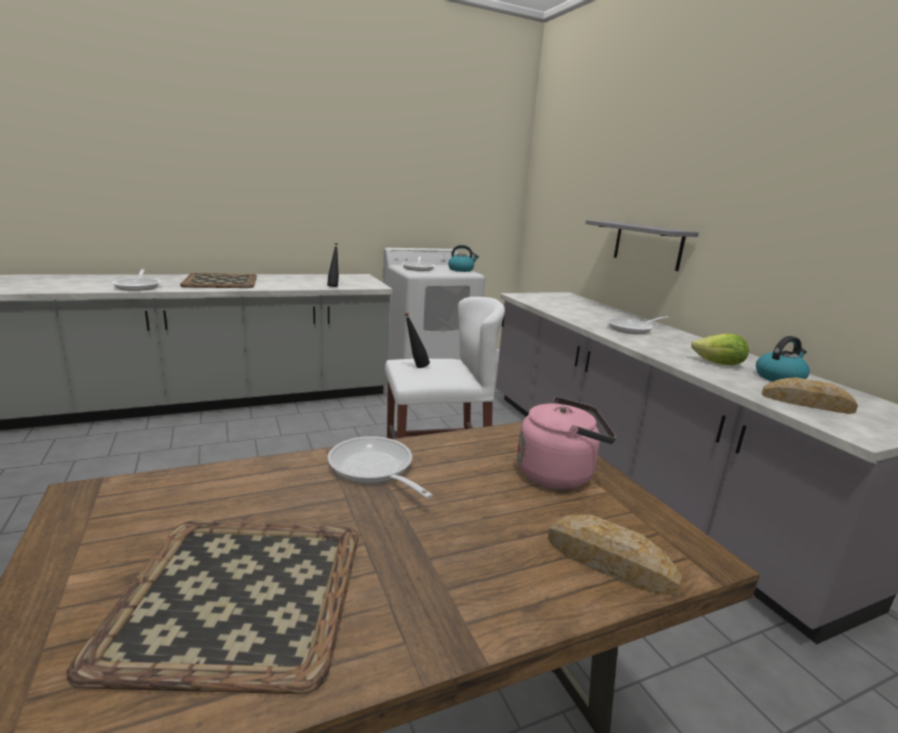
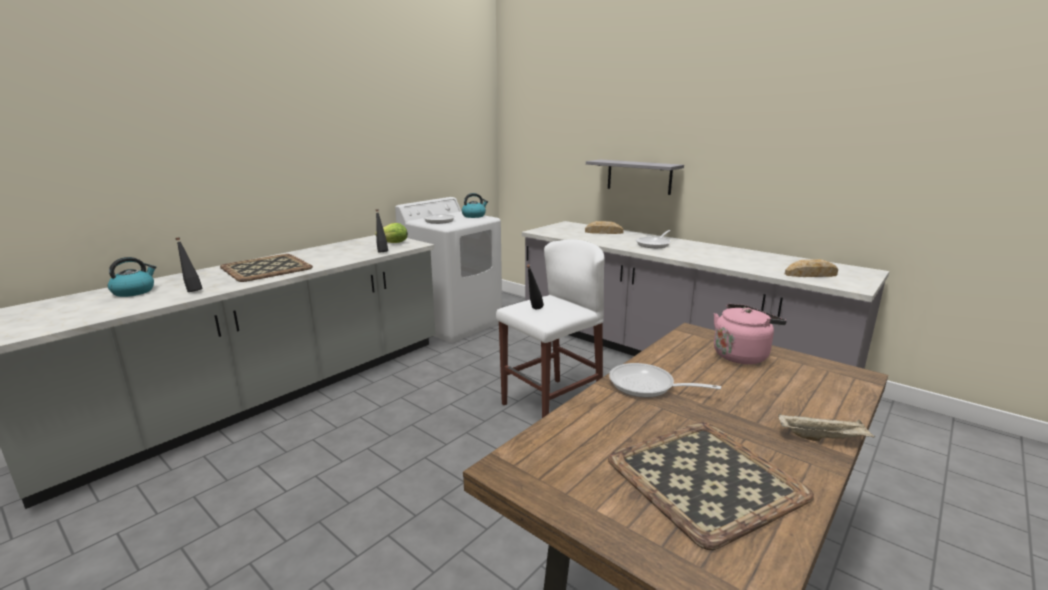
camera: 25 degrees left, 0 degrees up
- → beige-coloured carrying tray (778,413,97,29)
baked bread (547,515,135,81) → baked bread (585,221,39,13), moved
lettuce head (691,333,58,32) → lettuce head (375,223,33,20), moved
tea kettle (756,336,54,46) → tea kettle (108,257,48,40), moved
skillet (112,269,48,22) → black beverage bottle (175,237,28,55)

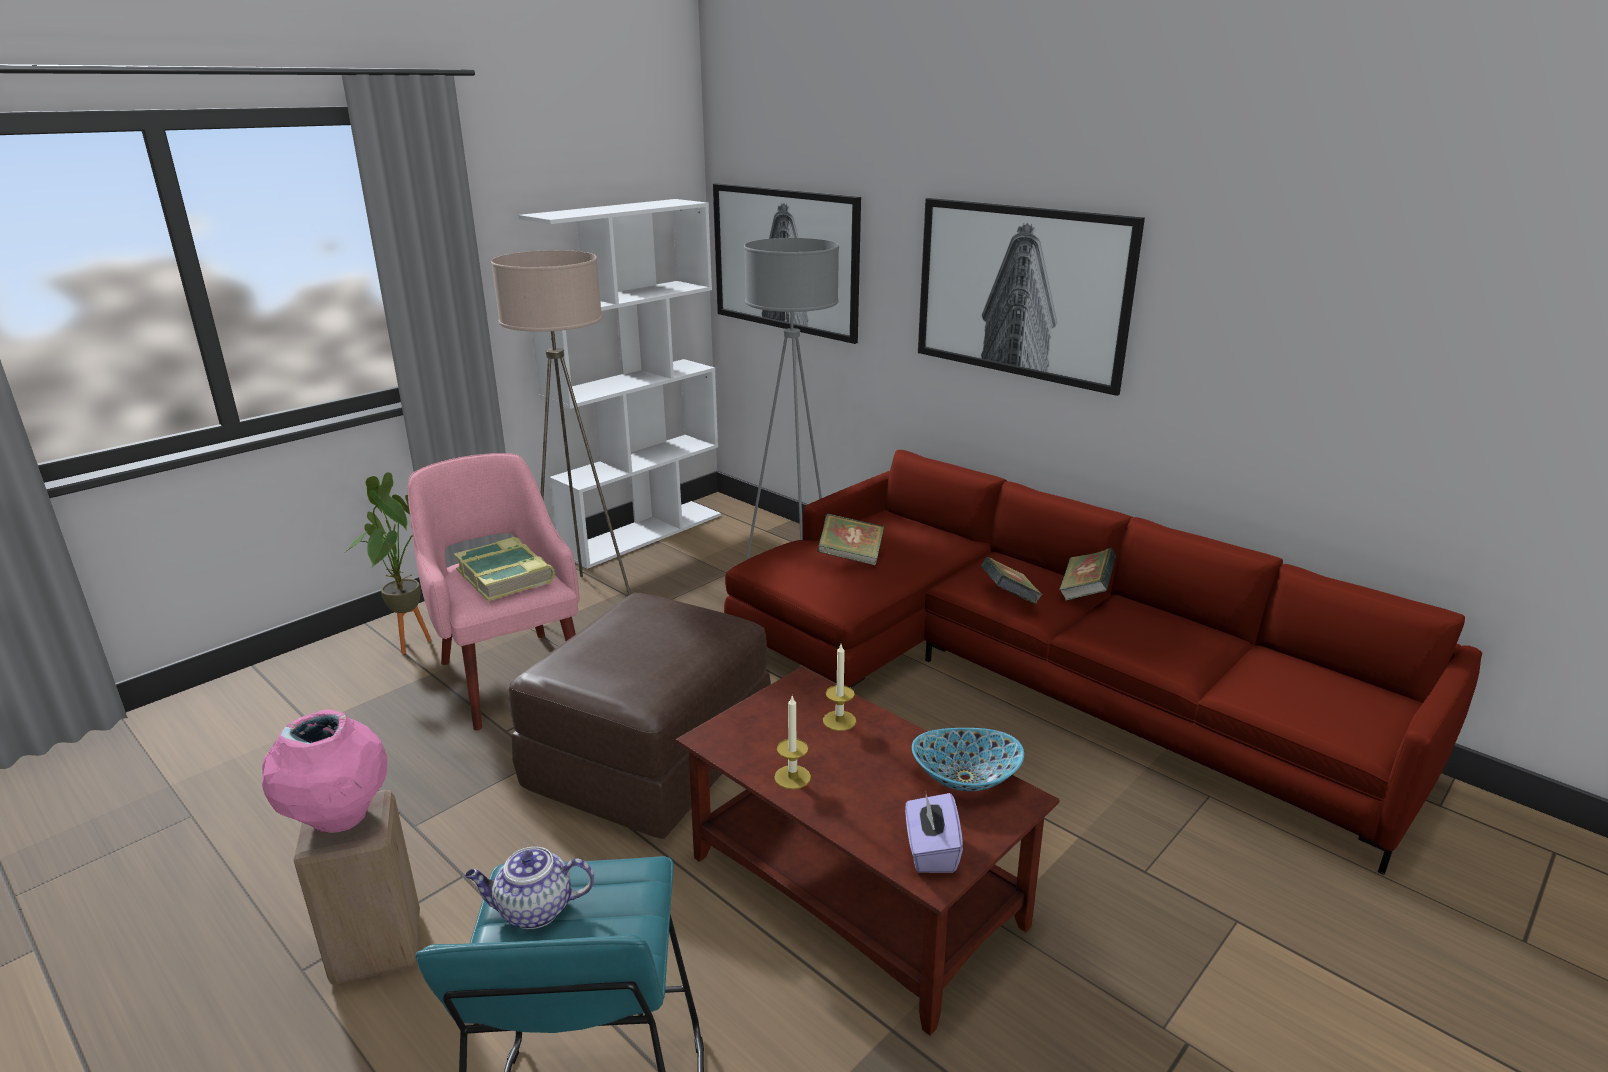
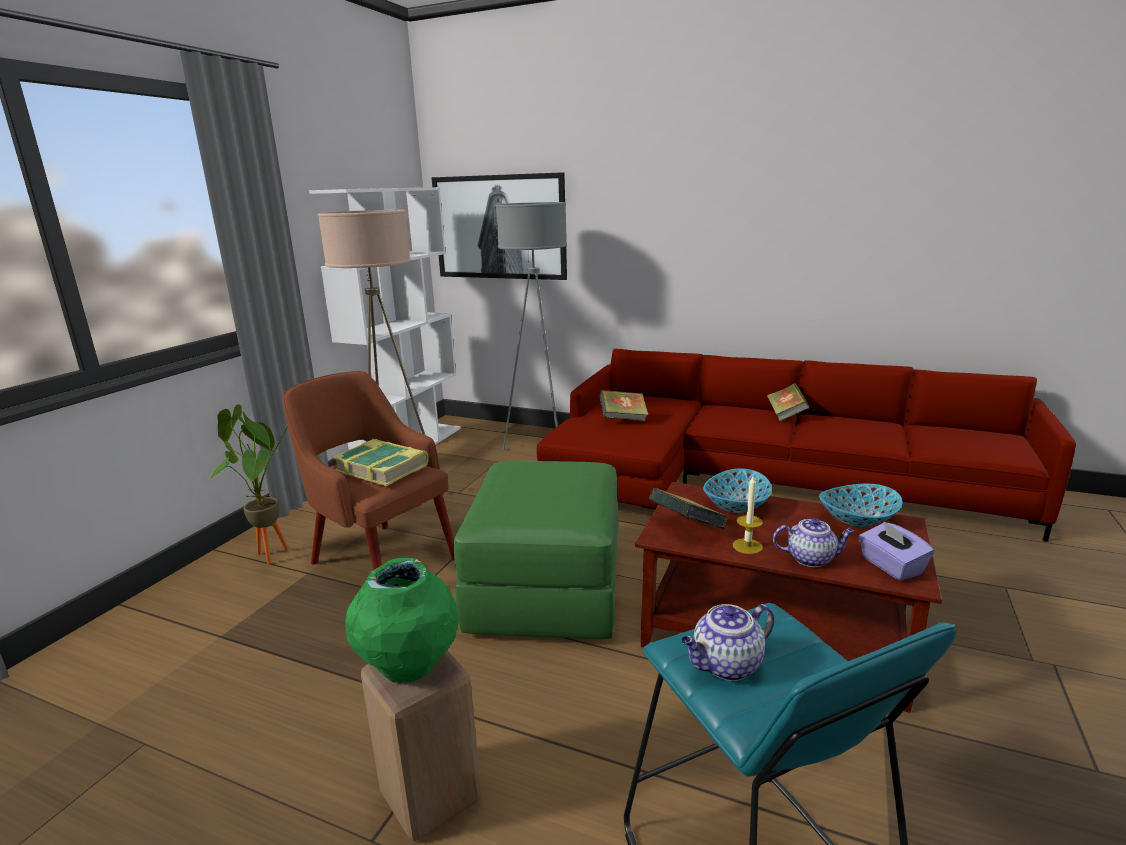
camera: 20 degrees left, 5 degrees down
wall art (918,198,227,198) → -
- → tea pot (773,518,82,49)
bound book (981,557,62,48) → bound book (649,488,80,41), moved
wax candle (823,644,33,87) → bowl (703,468,69,45)
pinkish decorative vase (262,709,125,124) → greenish decorative vase (345,558,114,125)
pinkish armchair (408,453,172,277) → brownish armchair (282,371,173,199)
brownish footrest (509,593,262,246) → greenish footrest (454,461,165,178)

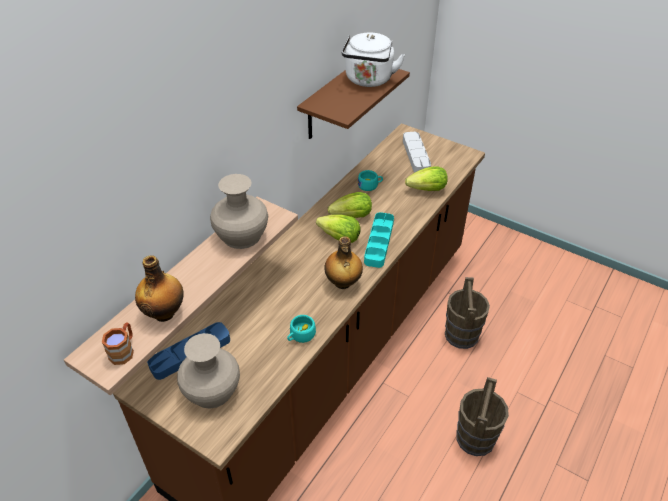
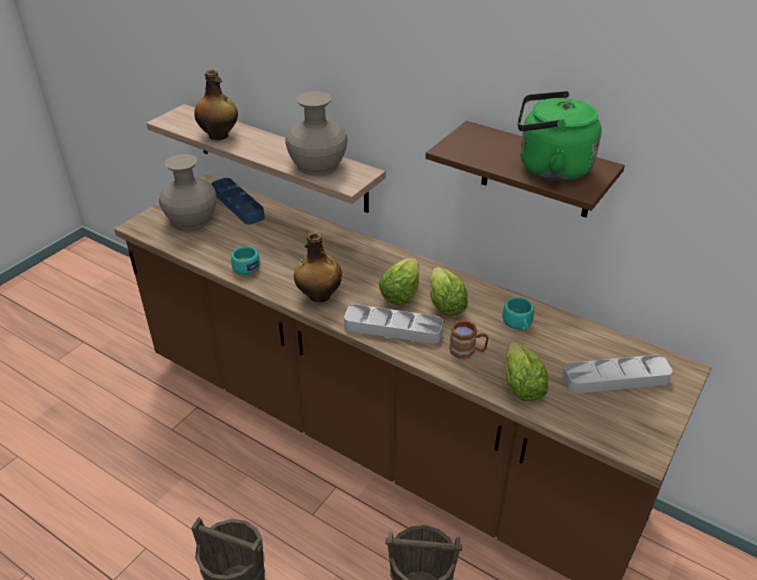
camera: 90 degrees right, 5 degrees down
brownish tea mug (102,322,32,43) → brownish tea mug (449,320,39,39), moved
white tea kettle (342,33,63,54) → greenish tea kettle (518,91,84,90)
turquoise carrying tray (364,212,30,56) → greyish carrying tray (344,304,99,40)

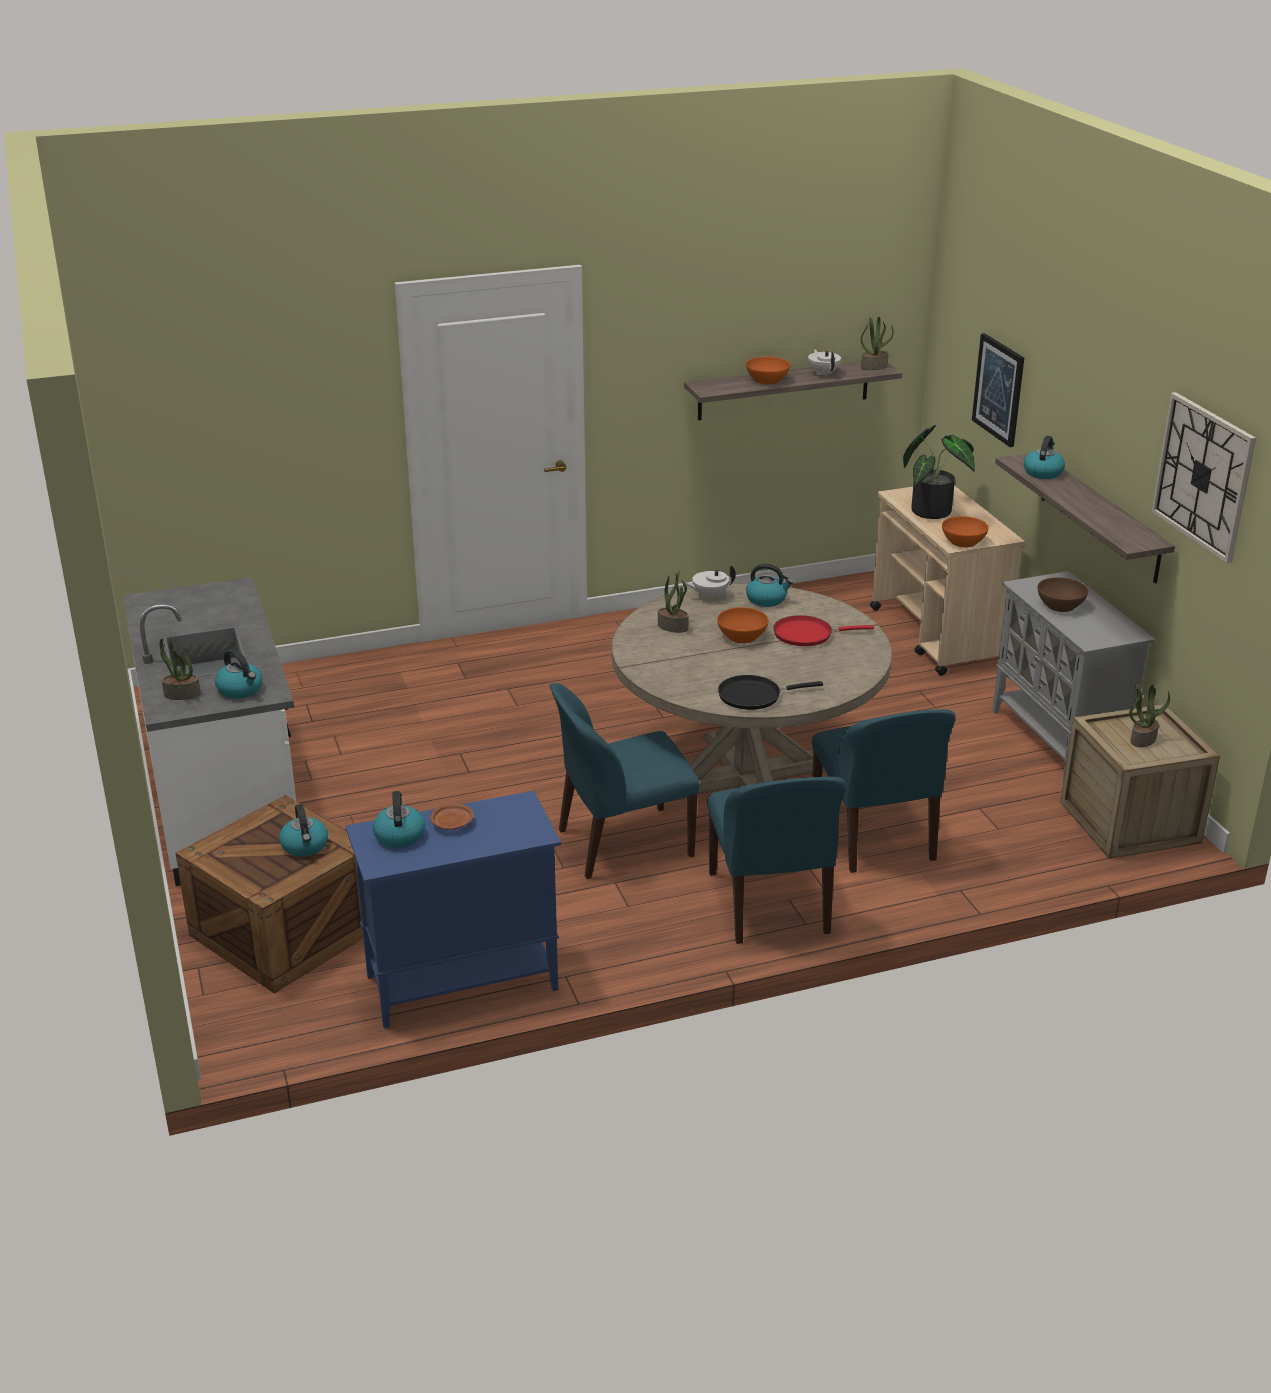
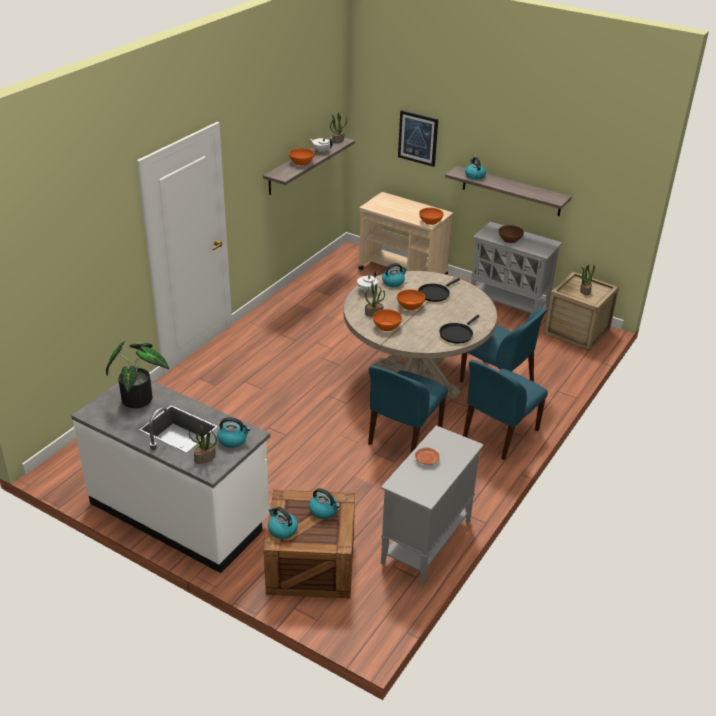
camera: 40 degrees left, 5 degrees up
hanging clock (1151,392,105,171) → -
- → orange bowl (373,309,29,22)
tea kettle (373,791,52,57) → tea kettle (268,507,30,32), moved
houseplant (903,425,72,94) → houseplant (106,341,63,67), moved
blue-coloured storage cabinet (346,791,215,238) → greyish storage cabinet (381,425,103,159)
red skillet (773,615,101,31) → black skillet (418,278,42,24)
blue-coloured chair (707,777,139,167) → blue-coloured chair (463,360,85,100), 90 degrees clockwise

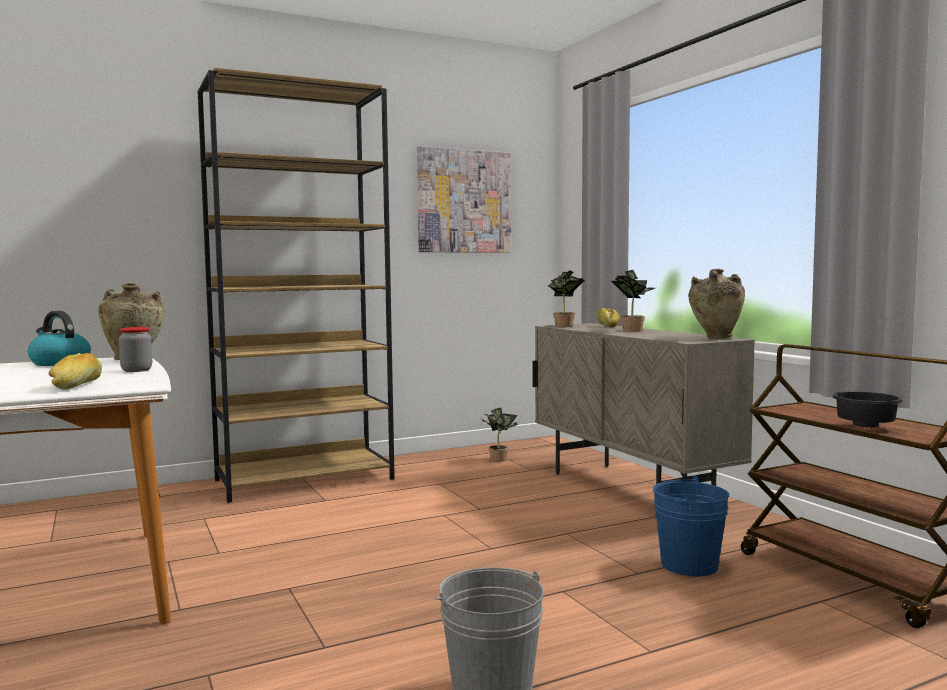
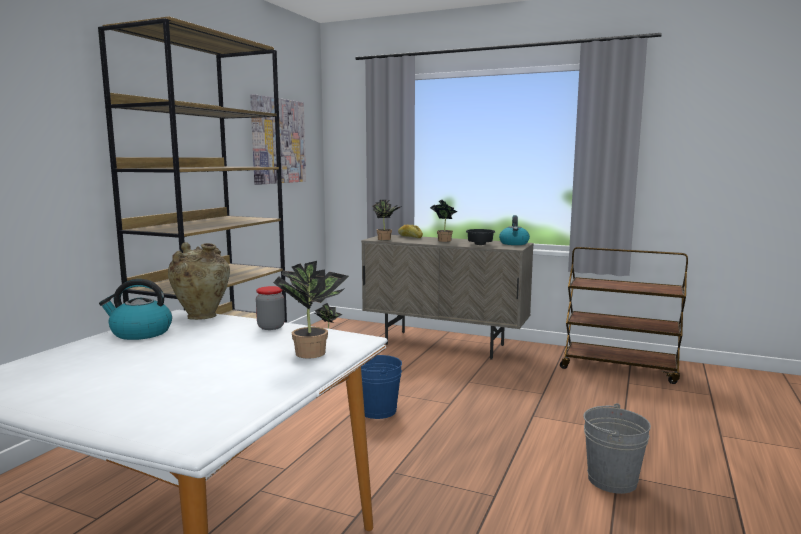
camera: 40 degrees left, 5 degrees up
blue-coloured bucket (653,476,76,101) → blue-coloured bucket (361,355,41,64), moved
black bowl (832,391,71,36) → black bowl (466,229,29,16), moved
baked bread (48,353,54,37) → houseplant (273,261,76,97)
beige-coloured decorative vase (688,269,57,70) → tea kettle (499,215,31,30)

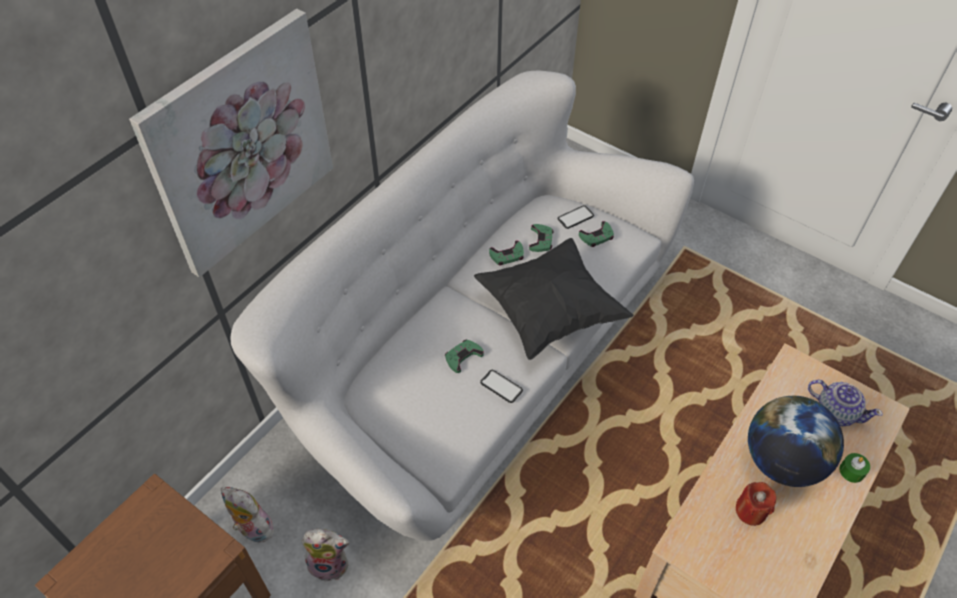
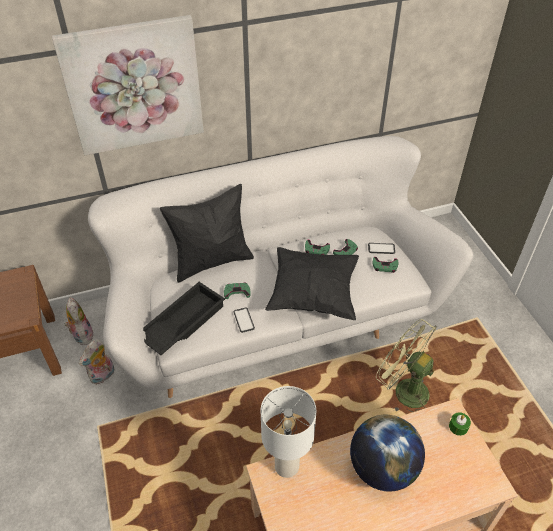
camera: 35 degrees right, 5 degrees down
red wax candle (736,482,40,44) → -
tea pot (808,380,75,46) → -
- → black carrying tray (143,282,82,73)
- → black pillow (160,184,94,99)
- → white table lamp (260,386,56,92)
- → greenish cooling fan (376,319,61,93)
greenish wax candle (839,453,31,30) → greenish wax candle (449,412,22,24), moved
soft toy (301,529,48,53) → soft toy (79,340,36,45), 90 degrees clockwise

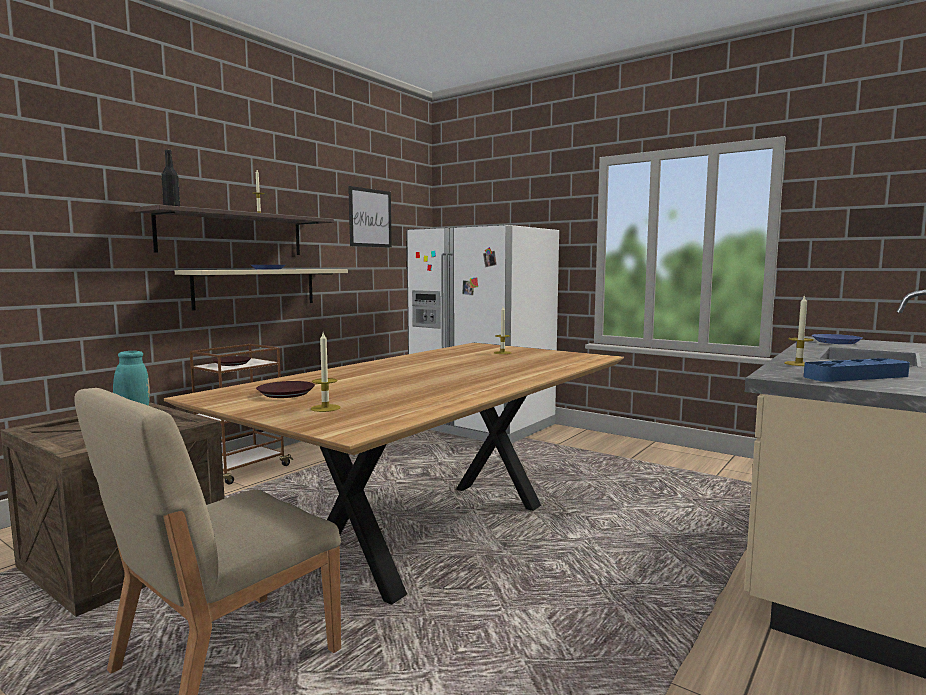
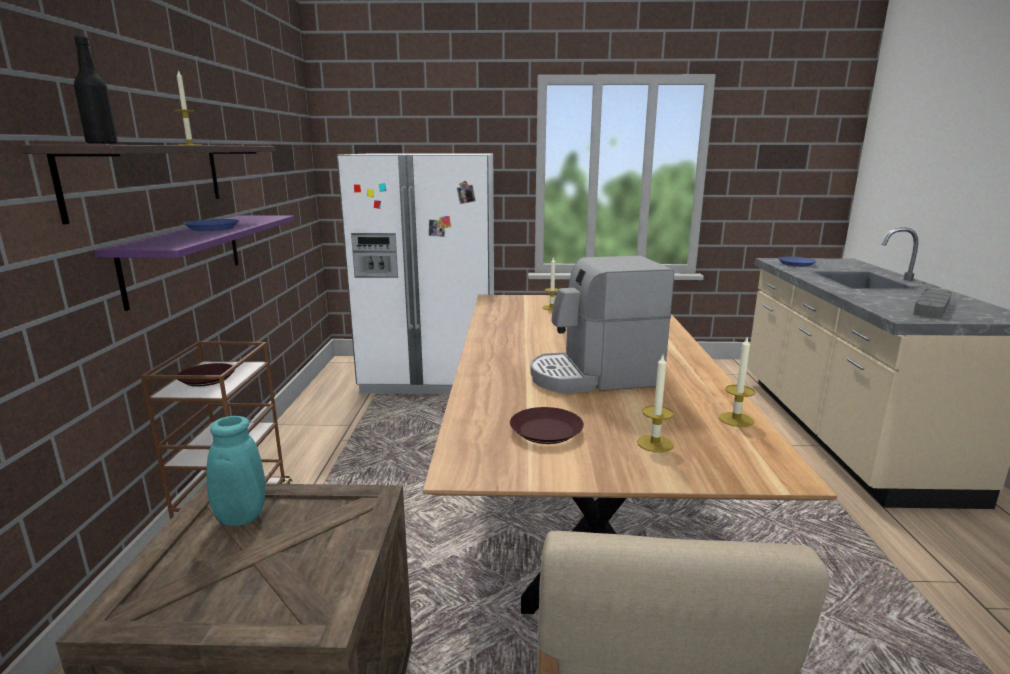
camera: 35 degrees left, 10 degrees up
wall art (348,186,44,62) → -
- → coffee maker (530,256,144,137)
wax candle (784,295,30,71) → wax candle (719,336,36,91), moved
beige-coloured wall shelf (175,269,173,42) → purple wall shelf (94,215,200,96)
blue-coloured carrying tray (804,358,106,24) → greyish carrying tray (913,289,39,29)

